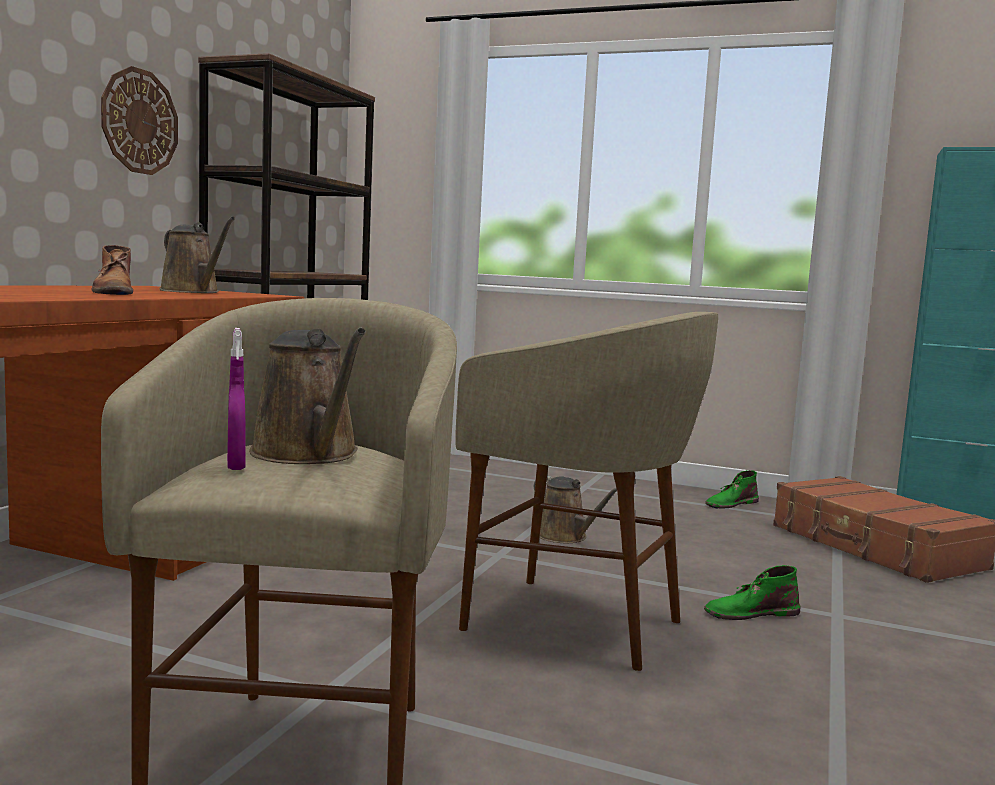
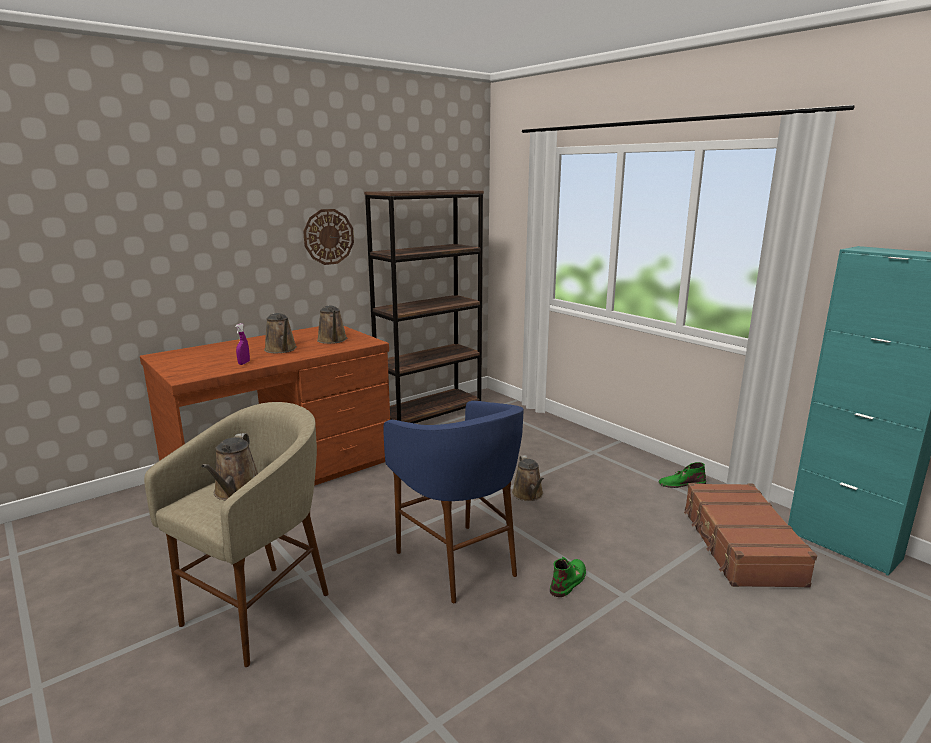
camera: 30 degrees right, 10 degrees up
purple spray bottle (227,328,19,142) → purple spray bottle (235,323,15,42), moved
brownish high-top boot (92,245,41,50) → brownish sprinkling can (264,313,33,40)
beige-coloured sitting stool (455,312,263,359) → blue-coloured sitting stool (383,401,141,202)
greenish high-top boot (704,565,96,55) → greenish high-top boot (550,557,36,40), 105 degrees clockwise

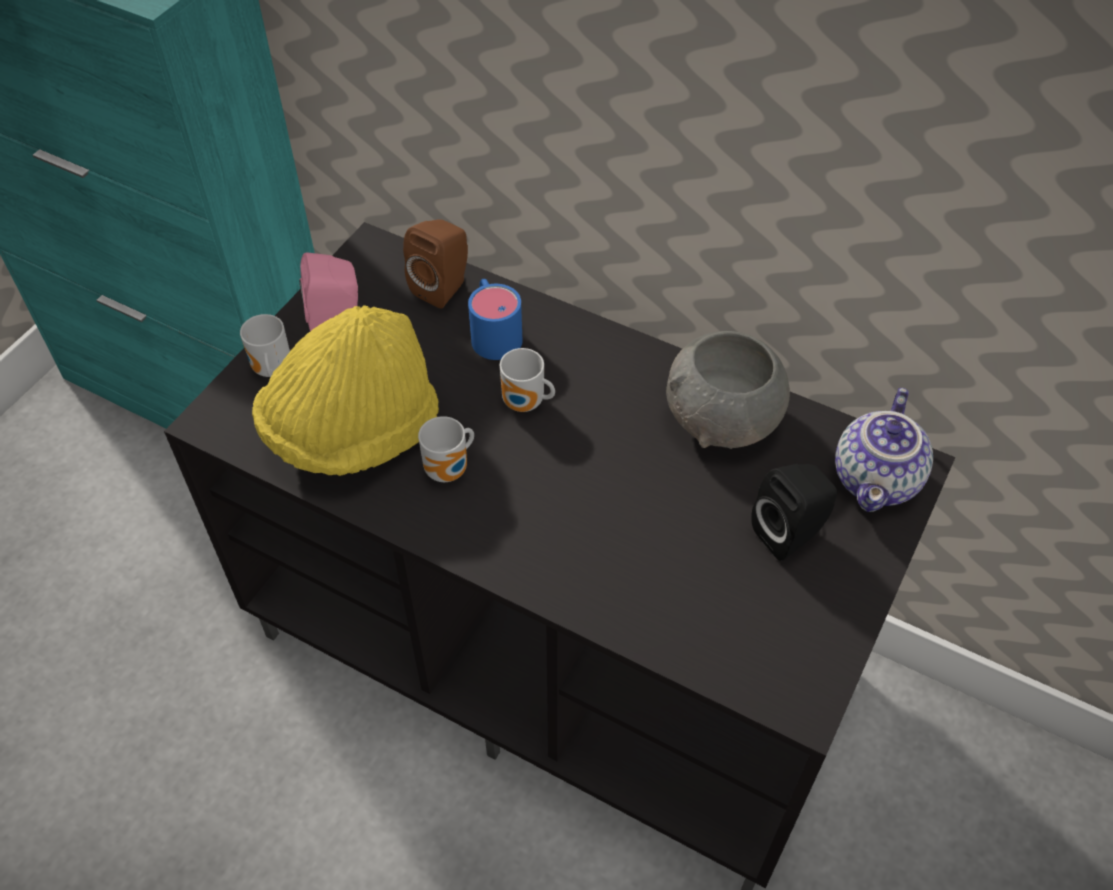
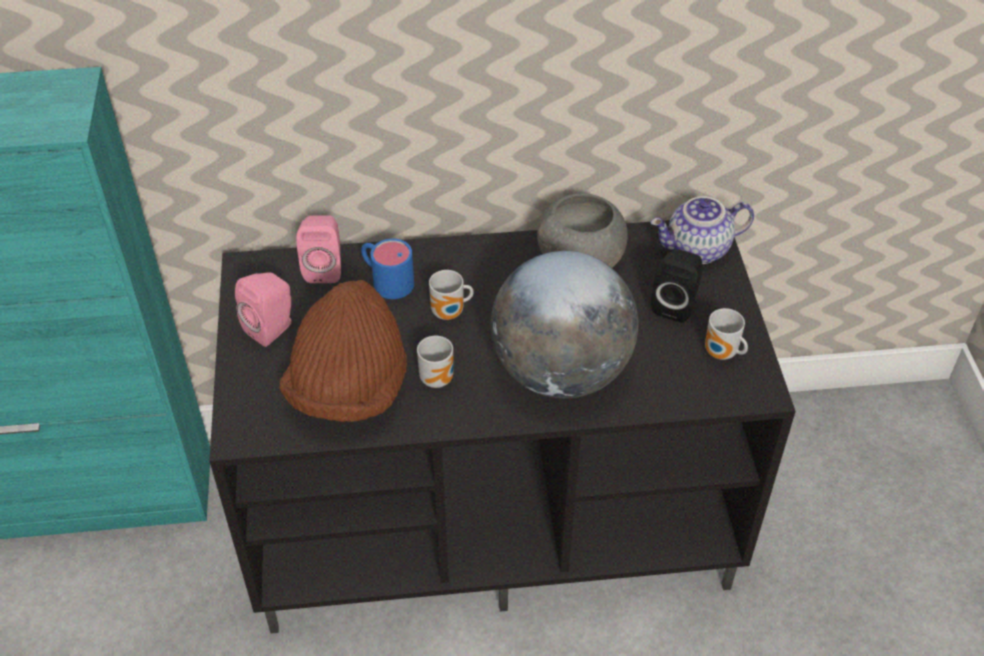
camera: 35 degrees left, 5 degrees down
- → globe (491,251,147,147)
tea mug (240,314,50,63) → tea mug (705,308,43,52), moved
yellowish hat (252,305,187,171) → brownish hat (279,280,128,142)
brownish loudspeaker (403,219,65,90) → pinkish loudspeaker (296,215,45,68)
tea pot (835,388,98,124) → tea pot (650,196,104,68), 90 degrees clockwise

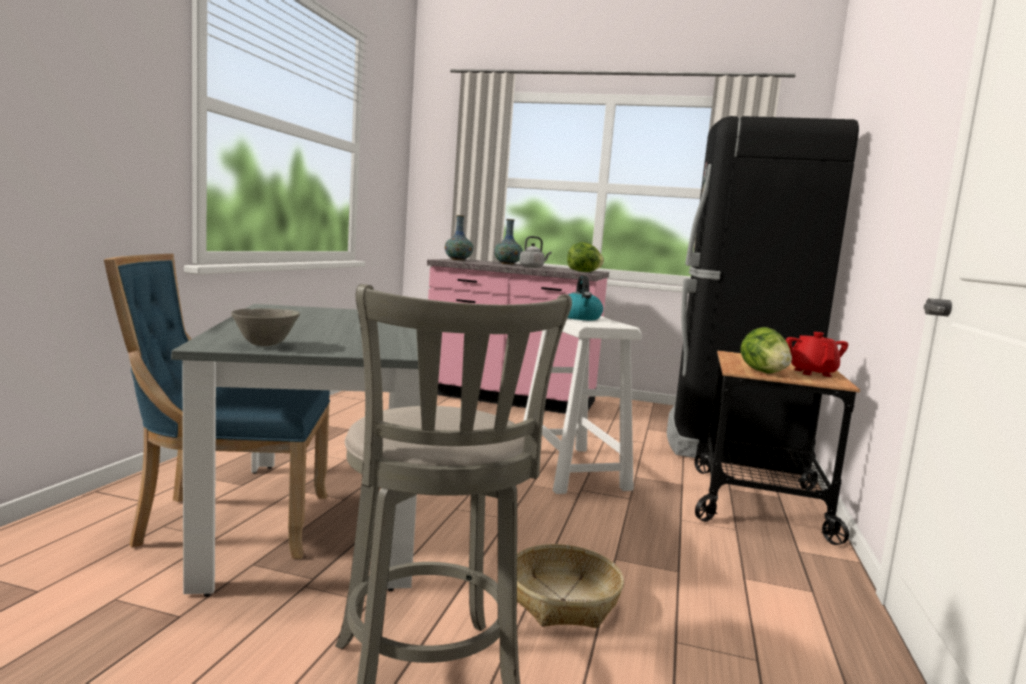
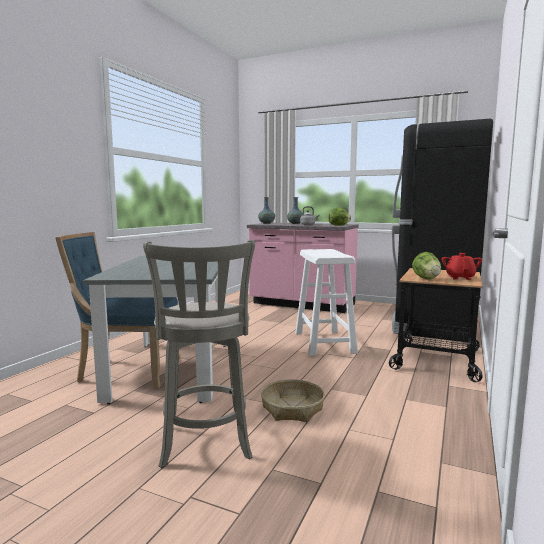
camera: 10 degrees right, 0 degrees up
greyish bowl (231,308,69,38) → -
tea kettle (568,276,35,44) → -

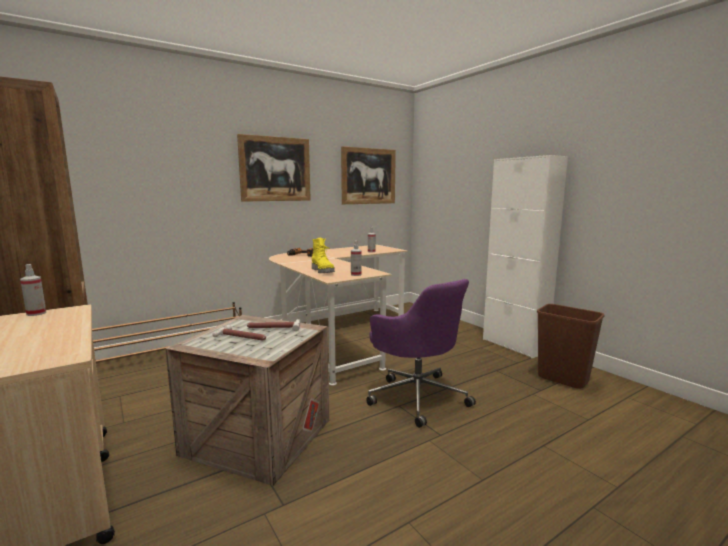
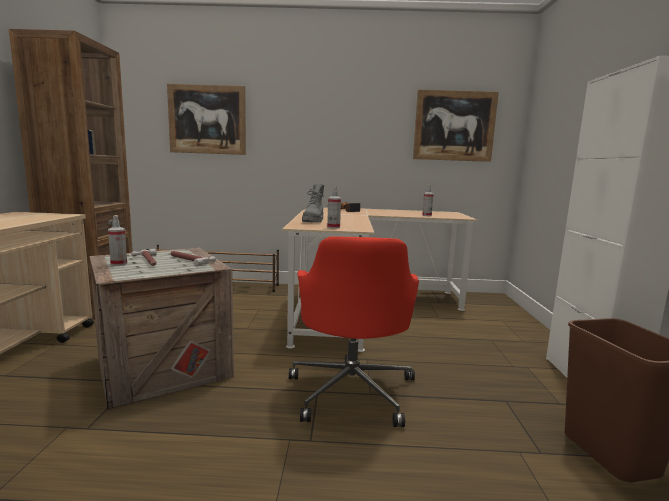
camera: 35 degrees right, 0 degrees up
spray bottle (20,264,26,52) → spray bottle (108,215,19,51), moved
wall art (237,134,74,68) → wall art (167,84,79,71), moved
yellowish high-top boot (312,238,23,35) → greyish high-top boot (302,184,22,39)
purple desk chair (366,279,110,149) → red desk chair (289,236,130,191)

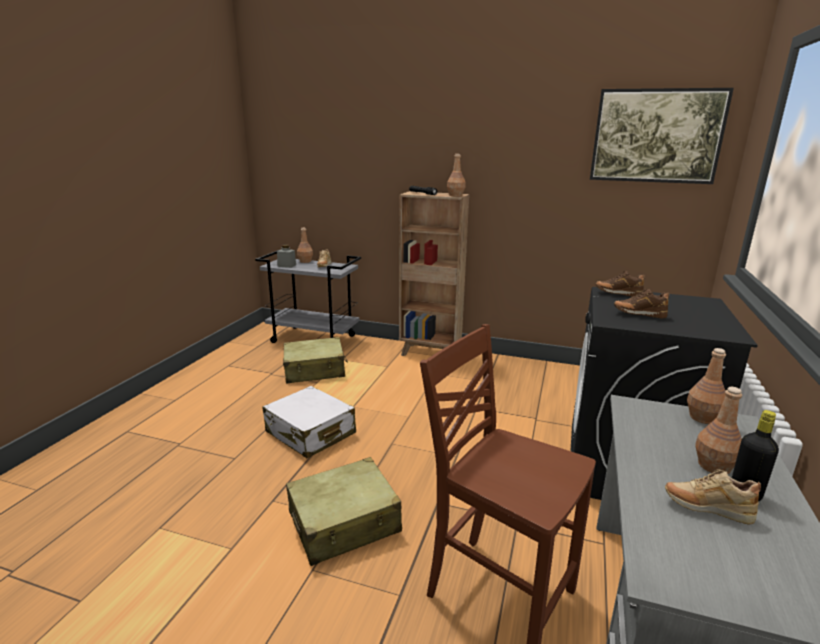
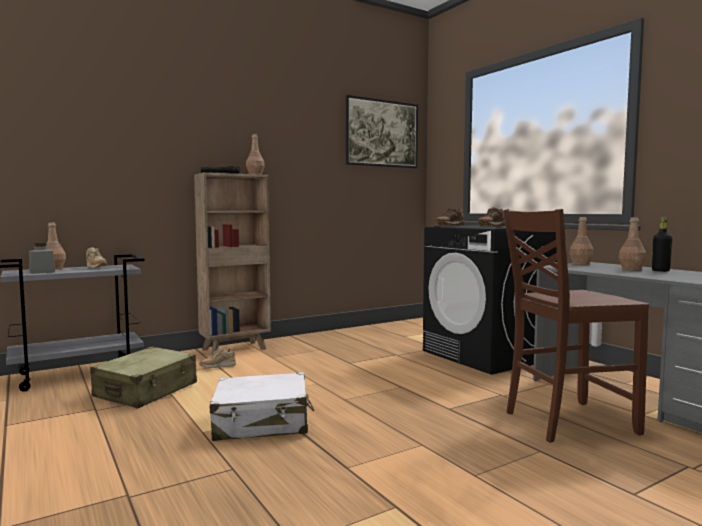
camera: 50 degrees left, 15 degrees down
beige-coloured suitcase (286,457,116,109) → -
beige-coloured shoe (665,469,96,55) → beige-coloured shoe (199,347,37,21), moved

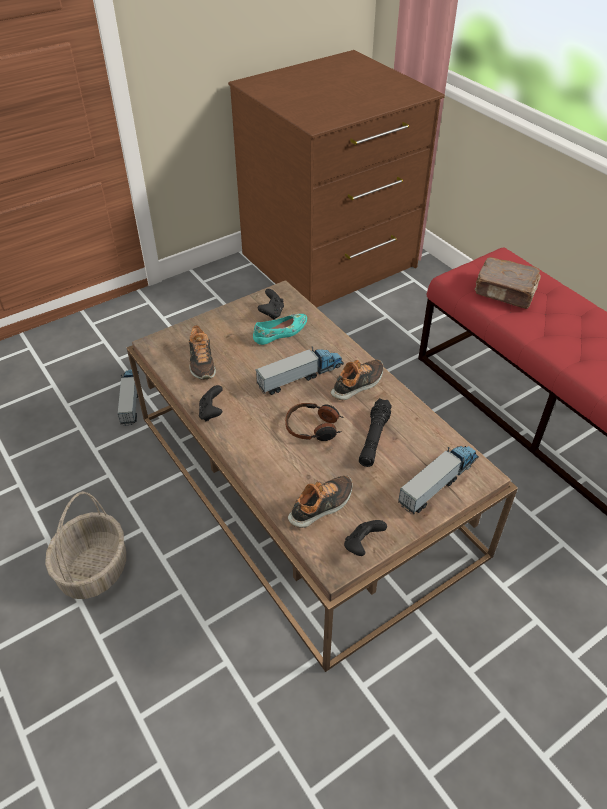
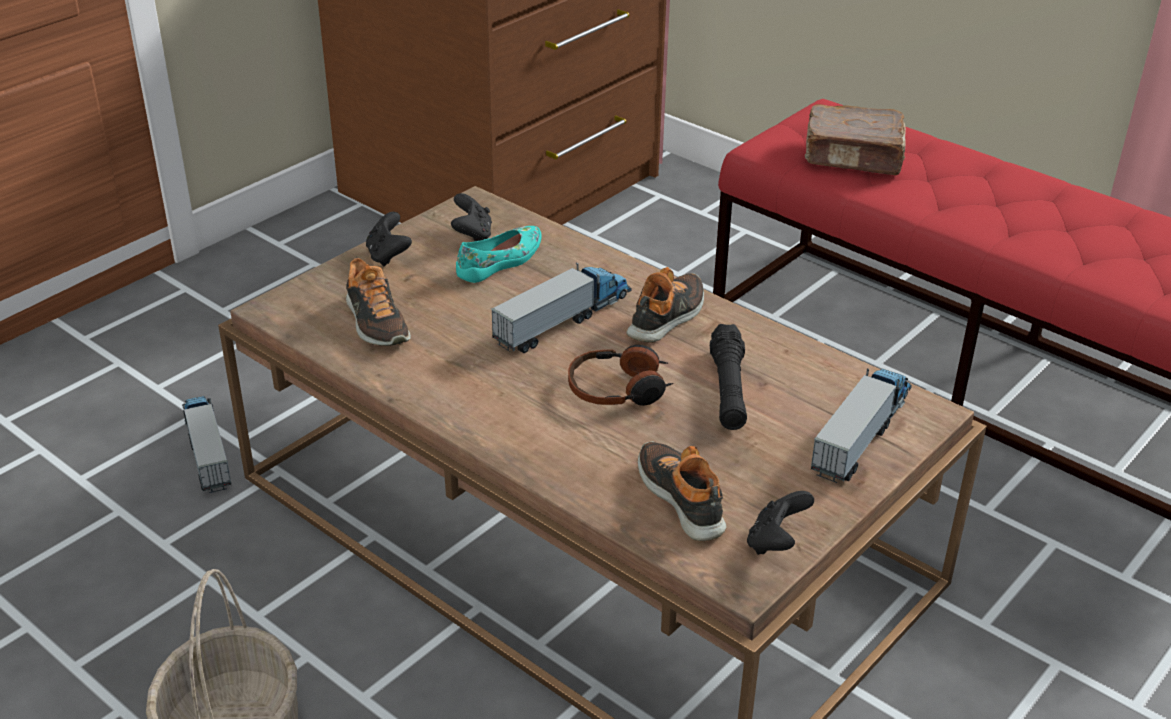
camera: 15 degrees left, 10 degrees down
black gamepad (199,385,24,36) → black gamepad (366,212,46,55), moved
shoe (288,476,65,52) → shoe (638,441,89,100), 60 degrees counterclockwise

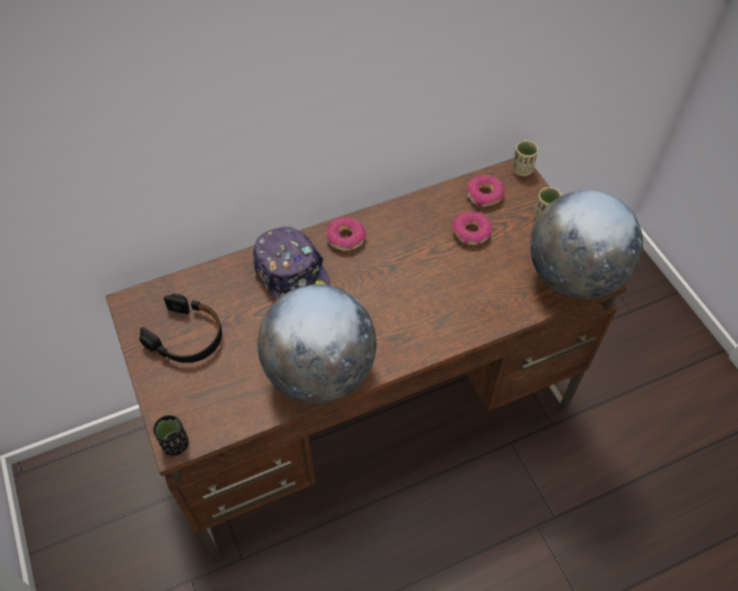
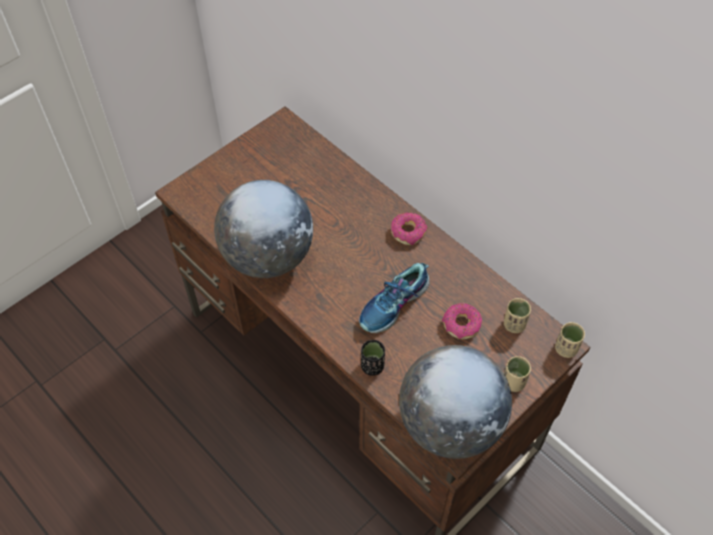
camera: 70 degrees right, 0 degrees up
black pair of headphones (139,293,83,70) → -
baseball cap (253,226,77,74) → -
- → shoe (359,263,70,70)
black cup (153,415,36,41) → black cup (361,340,24,36), moved
donut (467,175,38,32) → beige-coloured cup (504,298,27,35)

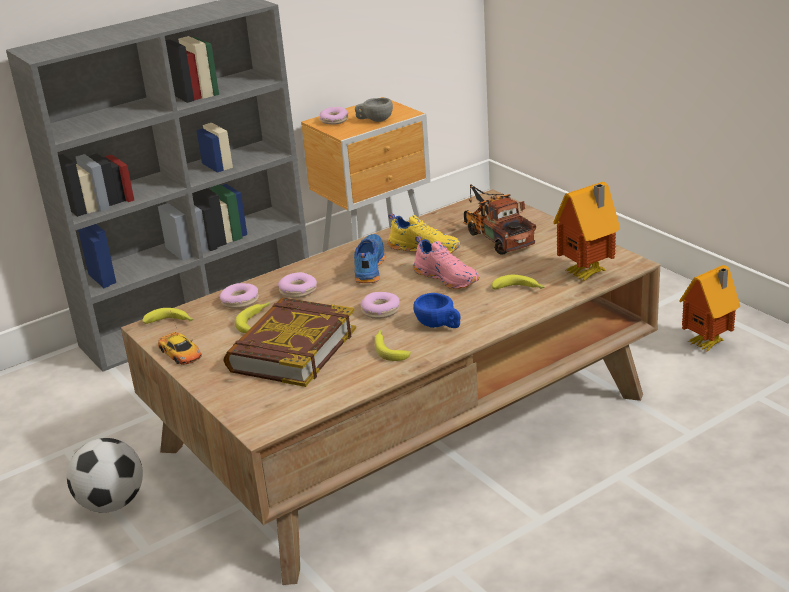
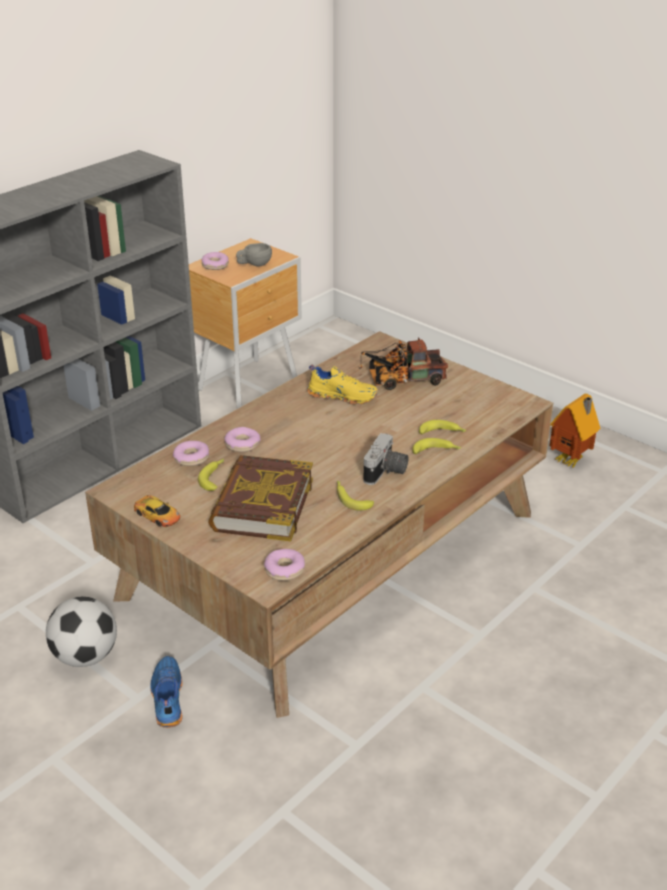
camera: 15 degrees left, 5 degrees up
pinkish shoe (413,236,67,53) → -
model house (553,182,67,99) → -
whole banana (142,308,52,16) → whole banana (412,438,49,16), moved
blue-coloured shoe (354,234,31,49) → blue-coloured shoe (150,656,33,72), moved
donut (361,292,39,27) → donut (264,549,41,32), moved
blue-coloured cup (413,293,48,35) → photo camera (363,433,45,52)
toy lorry (463,184,73,71) → toy lorry (358,337,90,53), 60 degrees counterclockwise

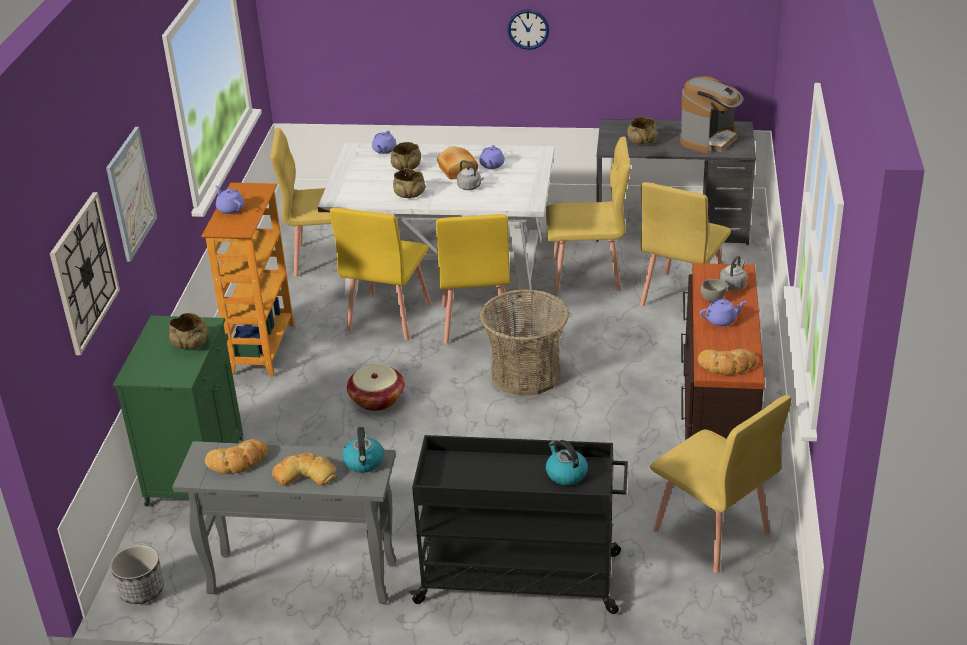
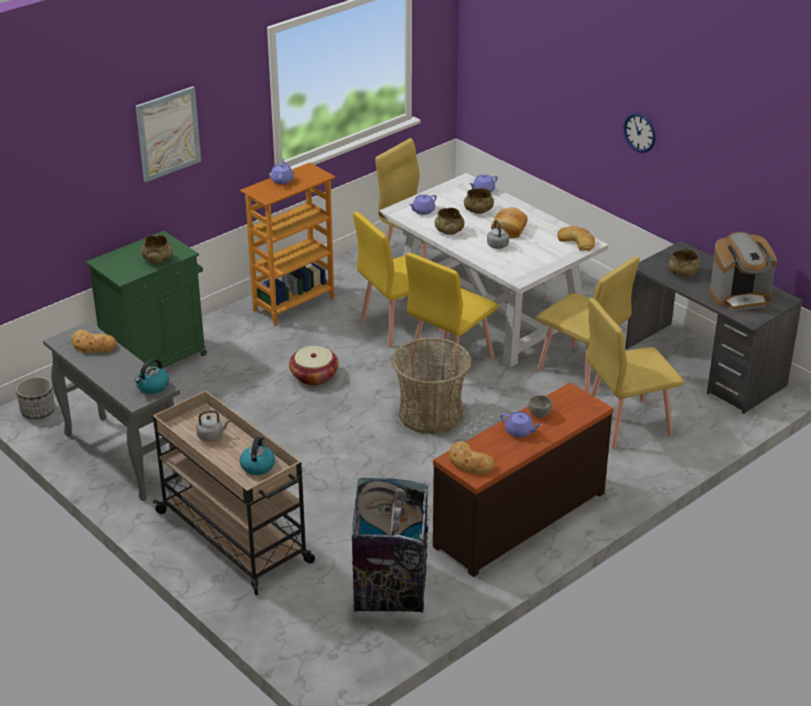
camera: 40 degrees right, 0 degrees up
hanging clock (50,192,70,163) → -
baked bread (272,453,64,33) → baked bread (557,226,38,25), moved
purple tea pot (479,145,26,24) → purple tea pot (409,194,28,21), moved
greyish tea kettle (719,256,28,35) → greyish tea kettle (196,410,34,32), moved
yellowish chair (650,395,142,178) → waste bin (352,478,77,135)
black cart (409,435,219,179) → beige-coloured cart (153,390,162,205)

